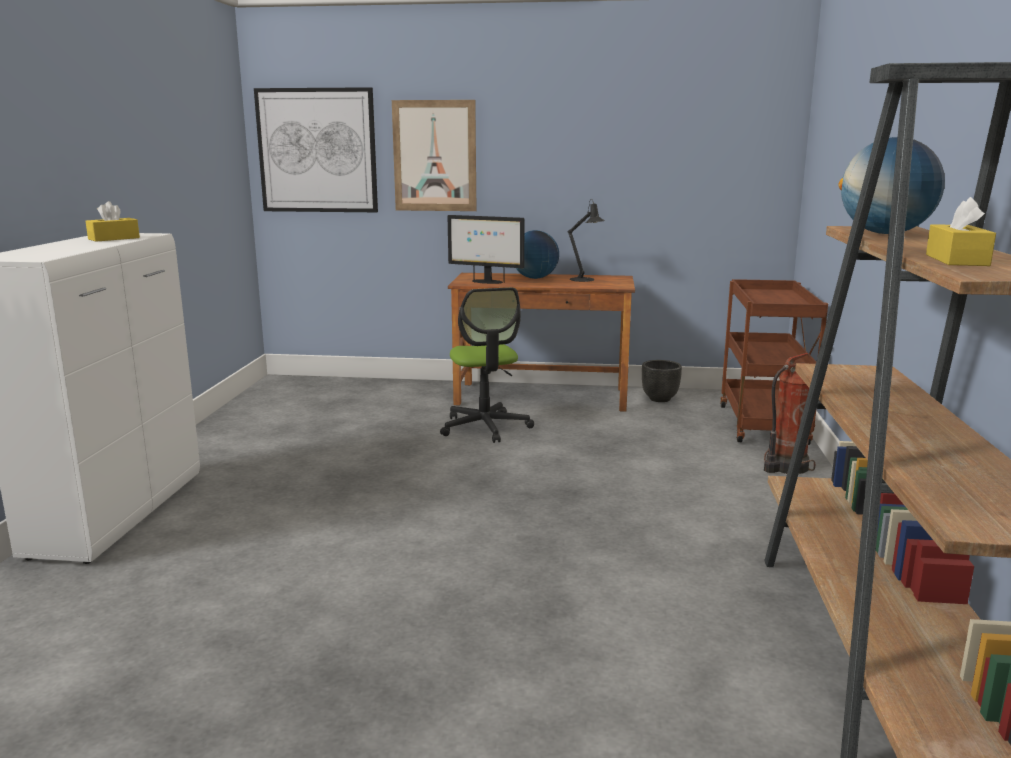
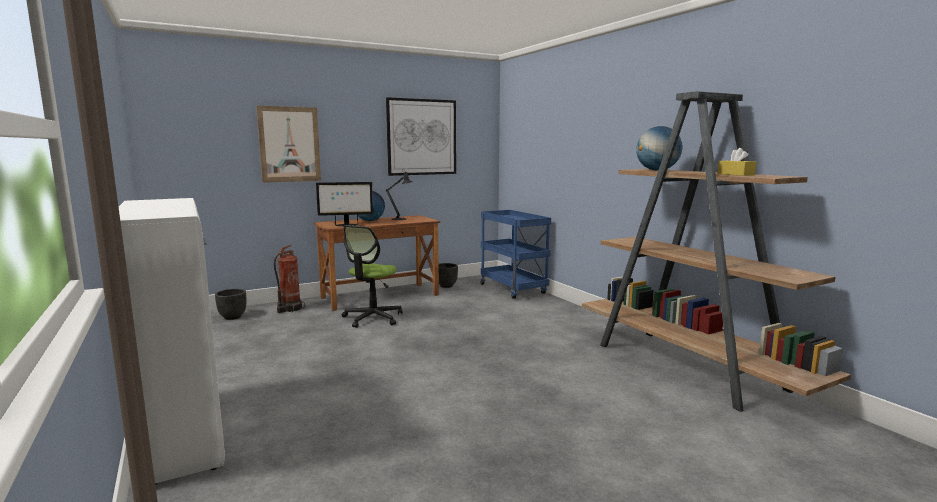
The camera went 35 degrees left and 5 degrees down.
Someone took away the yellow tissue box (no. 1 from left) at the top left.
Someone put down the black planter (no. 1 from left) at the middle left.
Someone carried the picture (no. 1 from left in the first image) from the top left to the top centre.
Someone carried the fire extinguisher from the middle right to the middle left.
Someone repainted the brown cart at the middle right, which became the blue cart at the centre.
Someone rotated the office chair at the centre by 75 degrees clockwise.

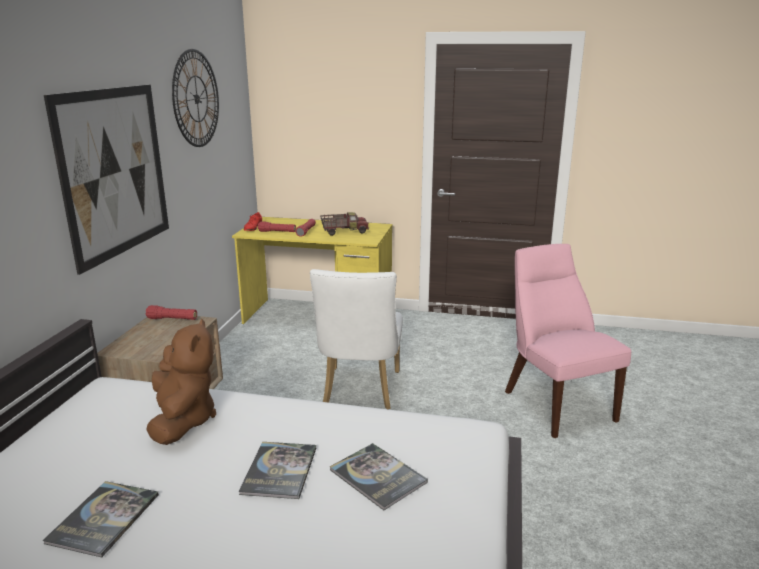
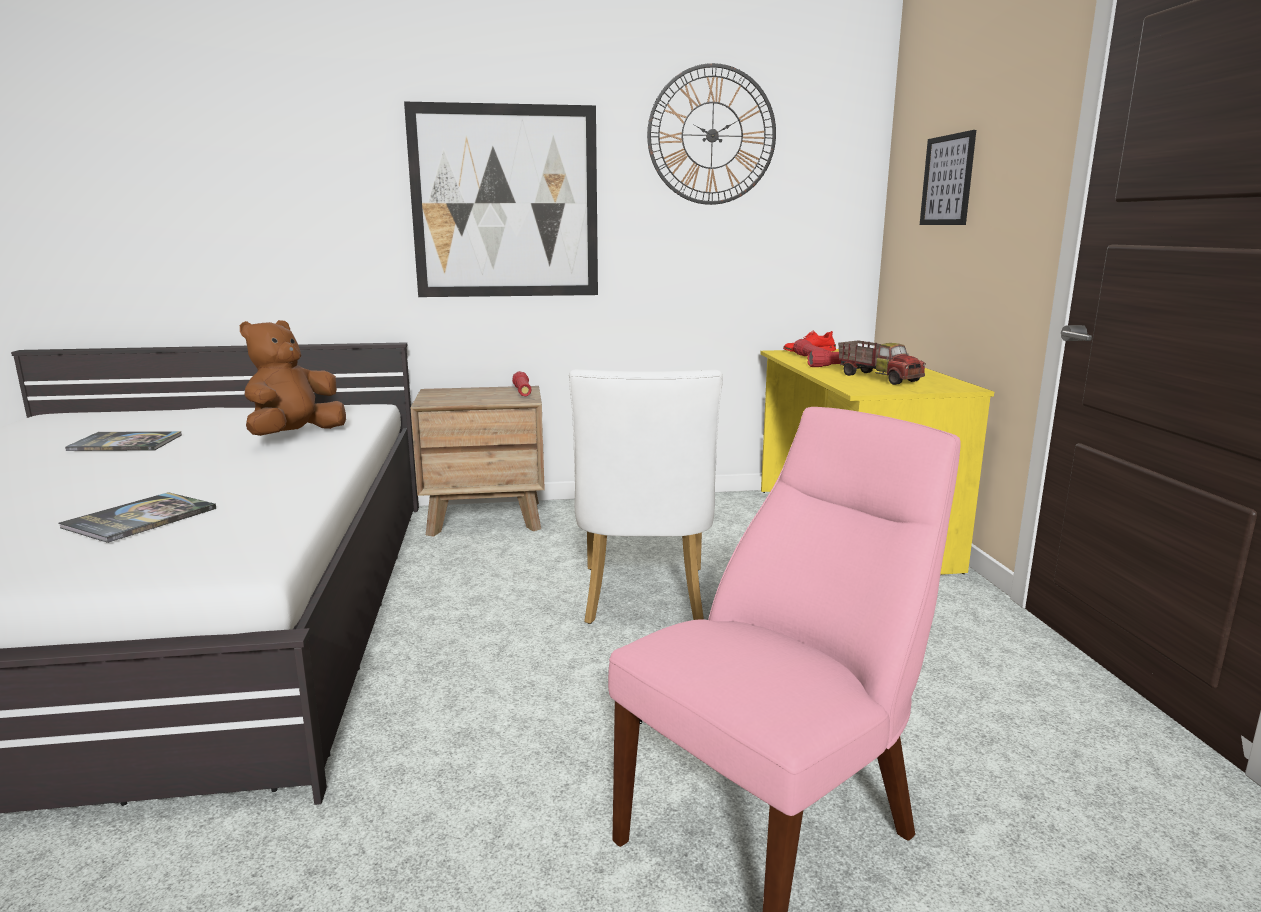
The camera went 70 degrees right and 5 degrees down.
Someone took away the book (no. 2 from left) at the bottom centre.
Someone put up the picture (no. 2 from left) at the top right.
Someone rotated the brown plush toy at the bottom left by 150 degrees clockwise.
Someone rotated the white chair at the centre by 75 degrees counterclockwise.

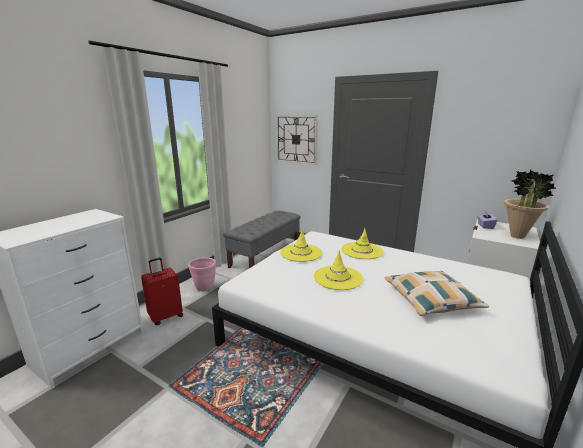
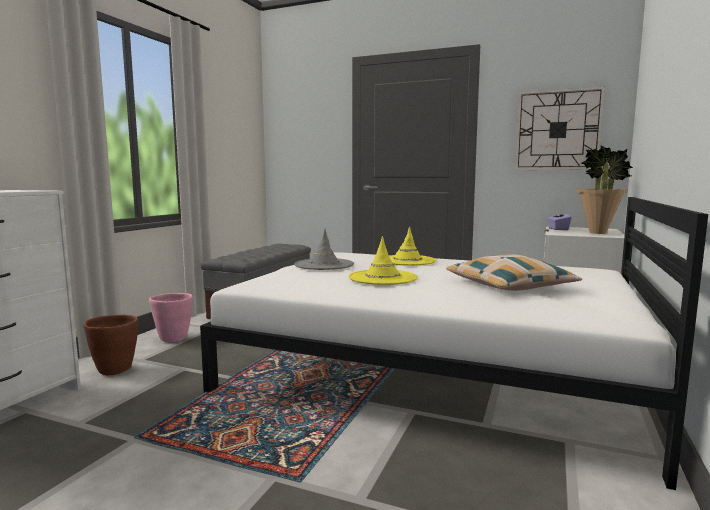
The camera went 10 degrees left and 10 degrees down.
Someone carried the wall clock from the top centre to the top right.
Someone swapped the red suitcase at the middle left for the brown planter at the bottom left.
Someone repainted the yellow hat (no. 1 from left) at the centre, which became the grey hat at the centre.

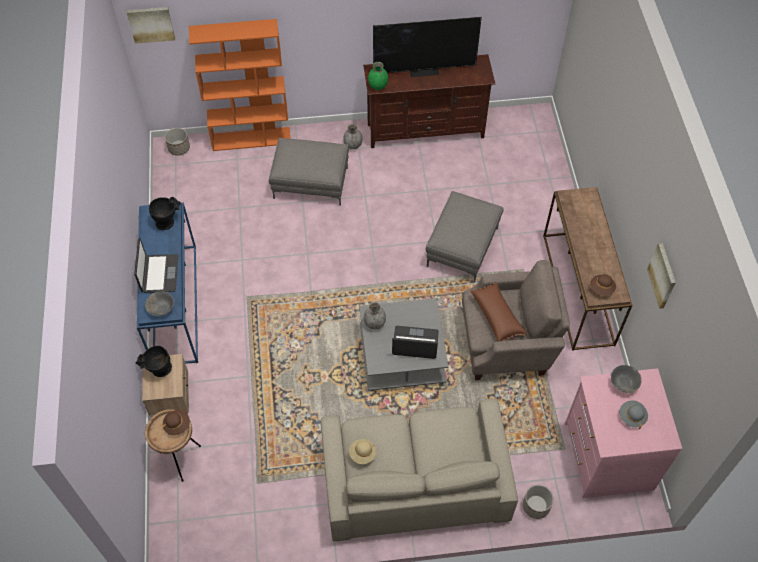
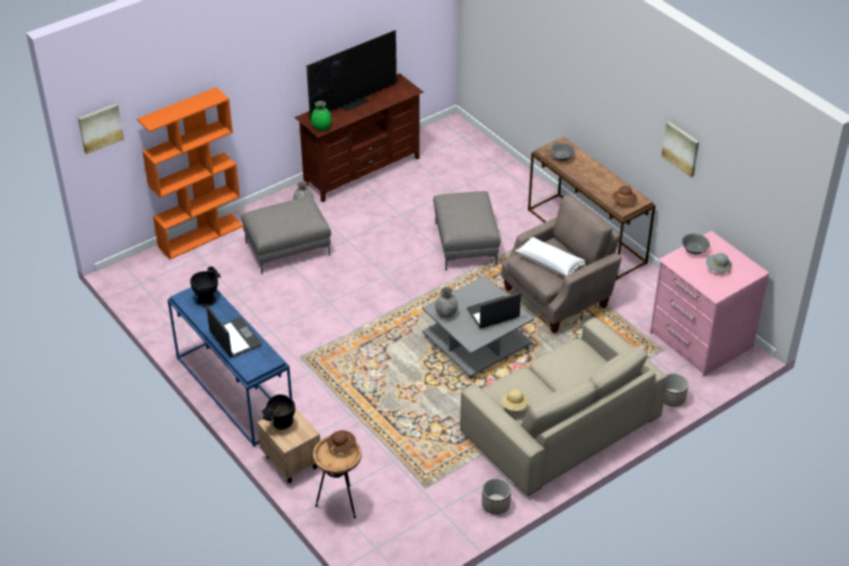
The camera went 30 degrees left and 15 degrees down.
Someone carried the grey bowl (no. 1 from left) from the middle left to the top centre.
Someone carried the planter (no. 1 from left) from the top left to the bottom centre.
Someone repainted the brown pillow at the centre, which became the white pillow at the centre.

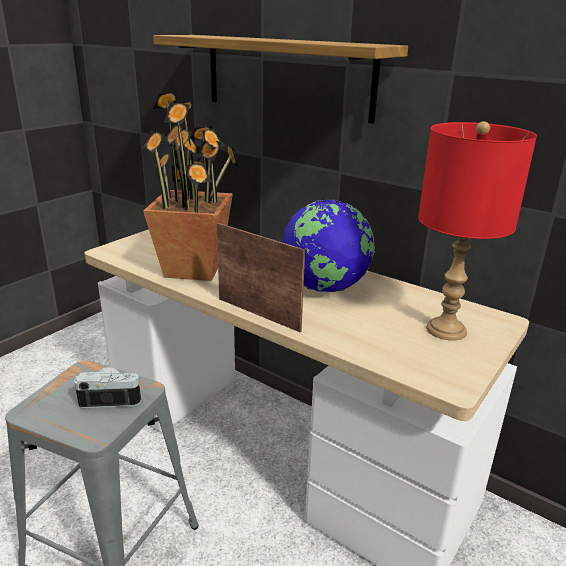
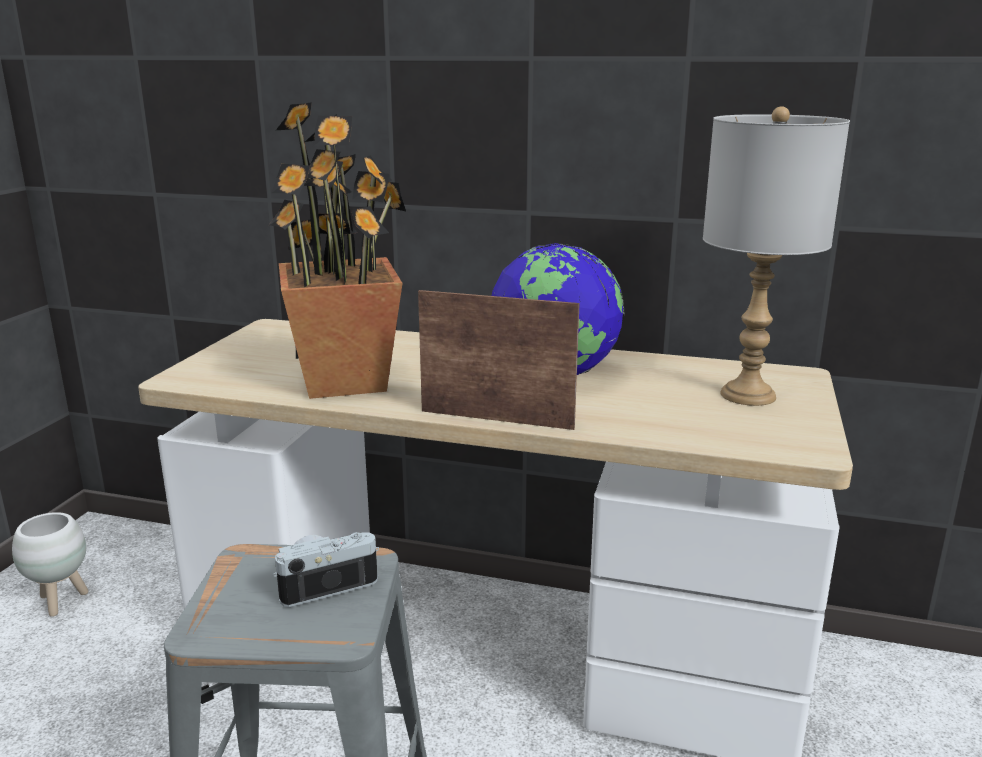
The camera went 20 degrees left and 5 degrees down.
Someone took away the shelf at the top centre.
Someone put down the white planter at the bottom left.
Someone repainted the red table lamp at the middle right, which became the grey table lamp at the middle right.

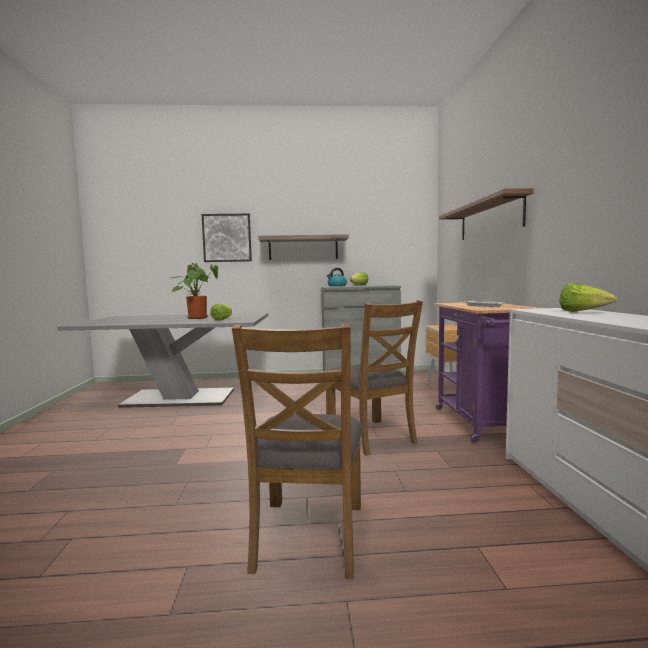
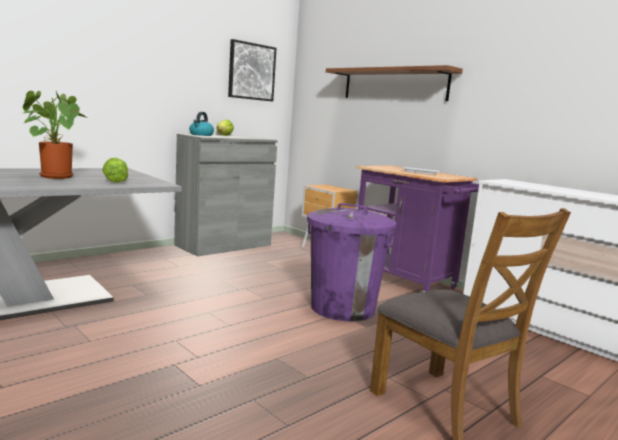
The camera went 40 degrees left and 5 degrees up.
Someone took away the shelf (no. 1 from left) at the centre.
Someone took away the lettuce (no. 3 from left) at the middle right.
Someone carried the picture from the centre to the top centre.
Someone swapped the brown chair (no. 2 from left) at the centre for the purple trash can at the centre.

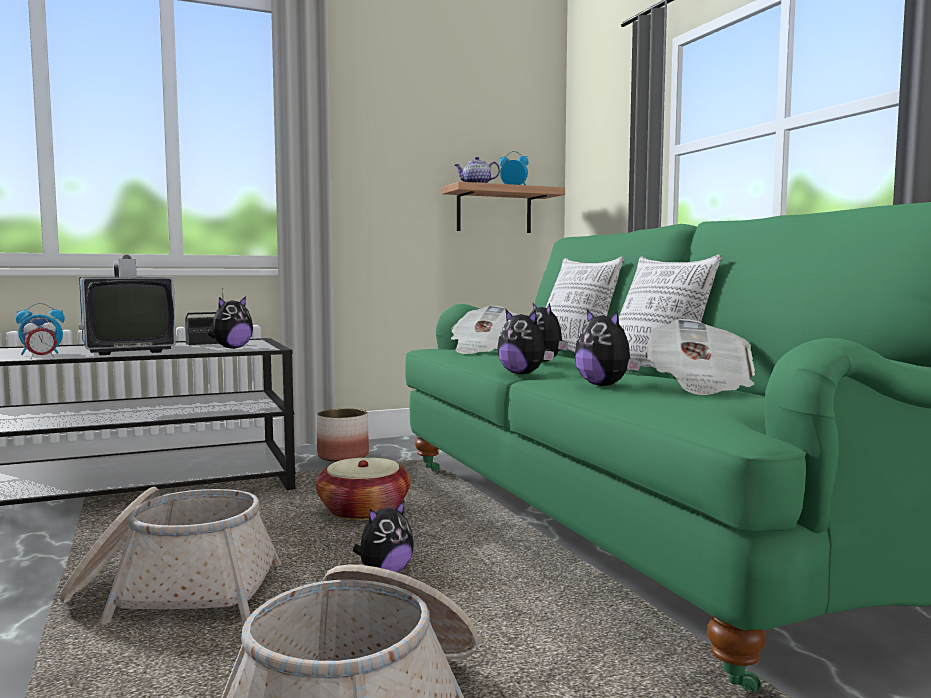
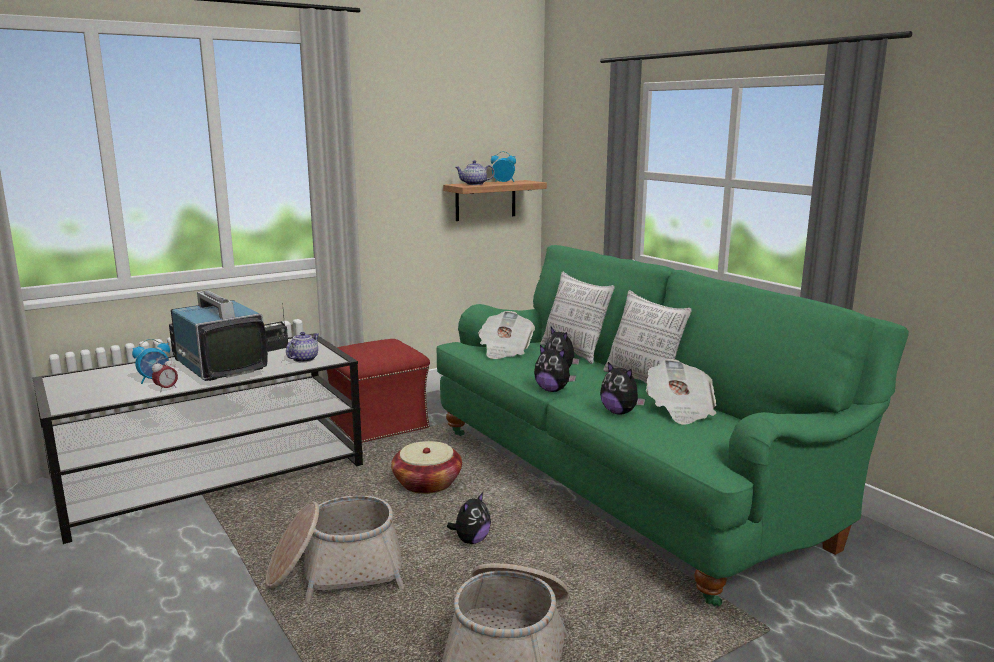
The camera went 10 degrees left and 10 degrees up.
Someone swapped the plush toy (no. 1 from left) at the middle left for the teapot (no. 1 from left) at the middle left.
Someone swapped the planter at the centre for the red ottoman at the centre.

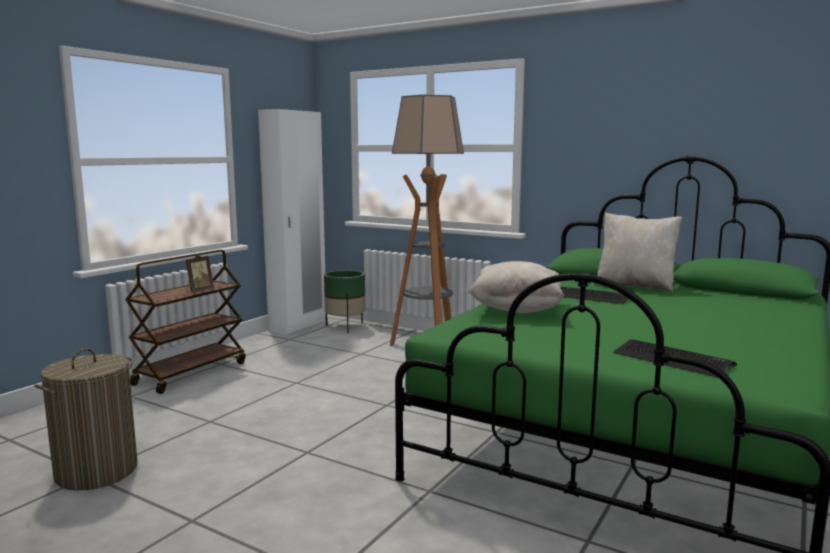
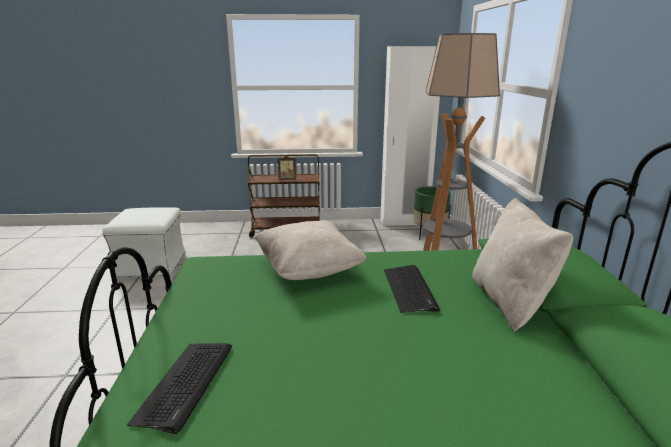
The camera went 55 degrees right and 10 degrees up.
Someone swapped the laundry basket at the bottom left for the white ottoman at the middle left.

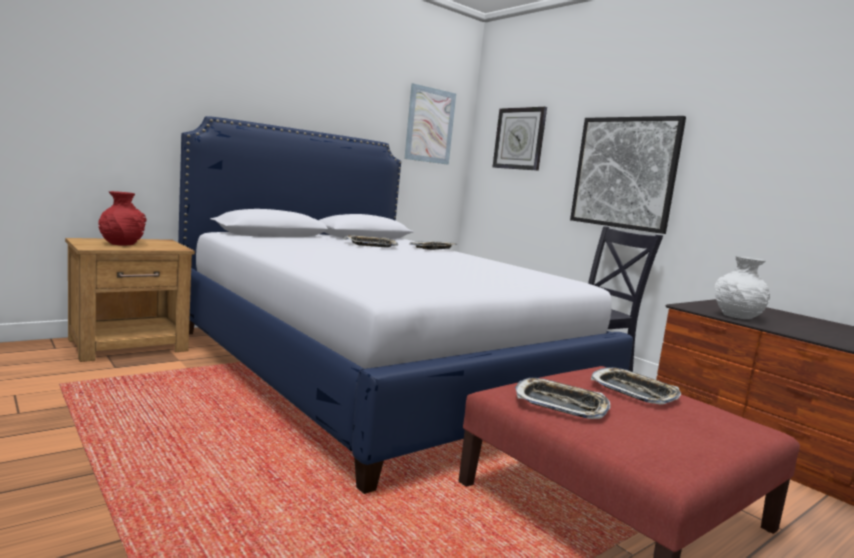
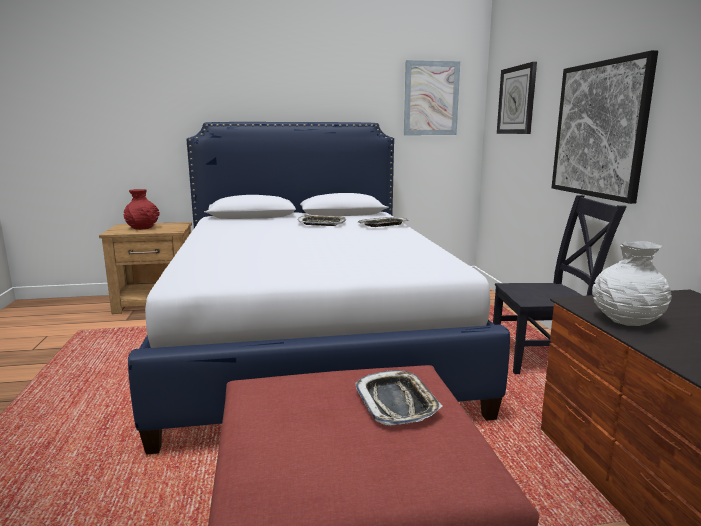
The camera went 30 degrees right and 5 degrees up.
Someone took away the tray (no. 3 from left) at the bottom centre.

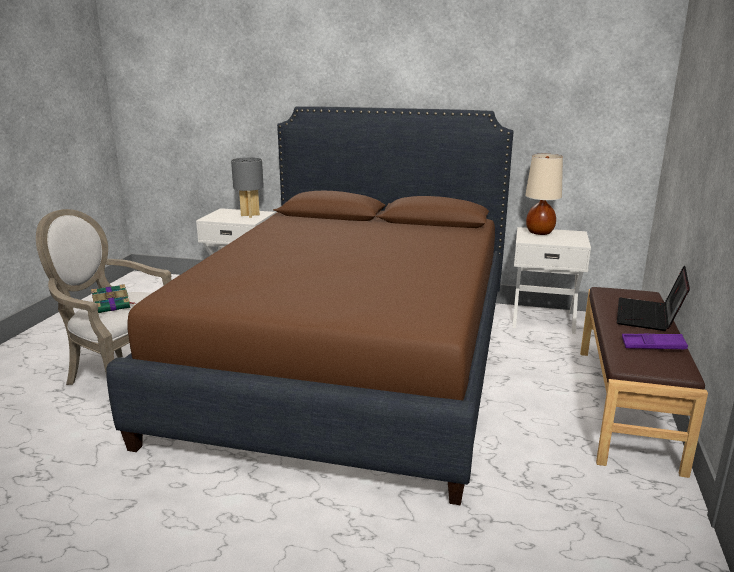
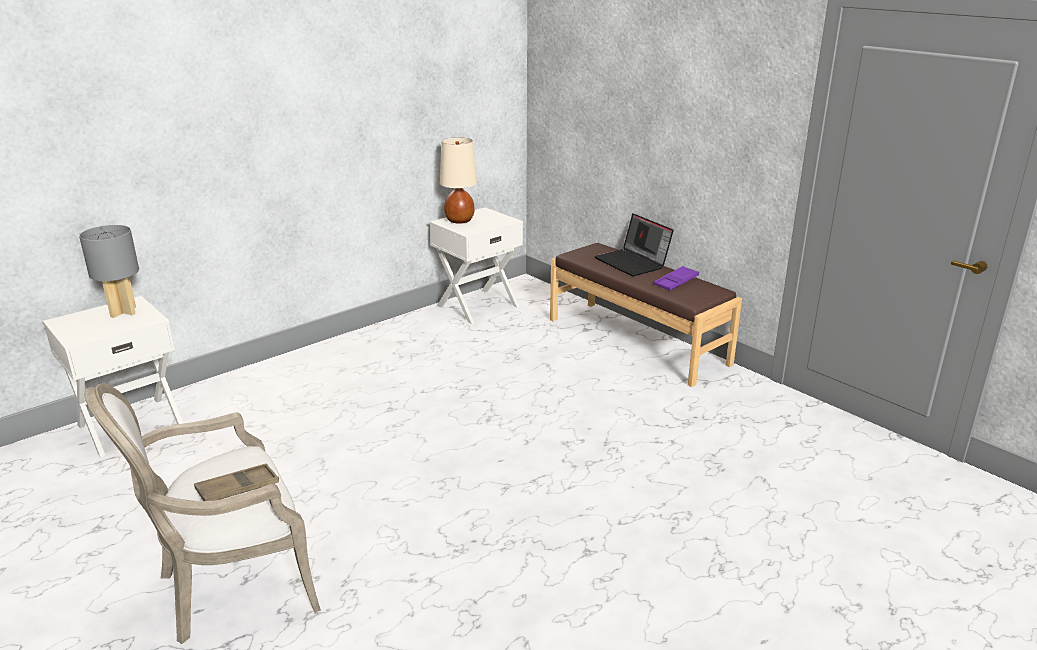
The camera went 55 degrees left and 5 degrees up.
Someone took away the brown bed at the centre.
Someone swapped the book at the middle left for the brown tray at the bottom left.

